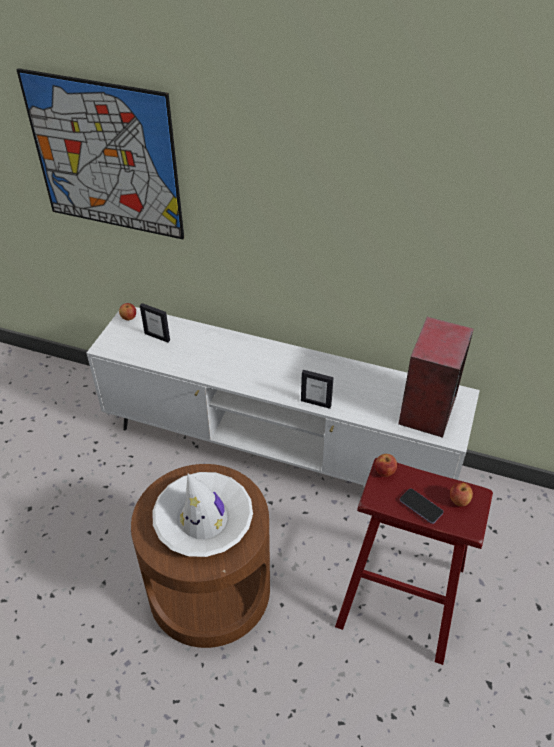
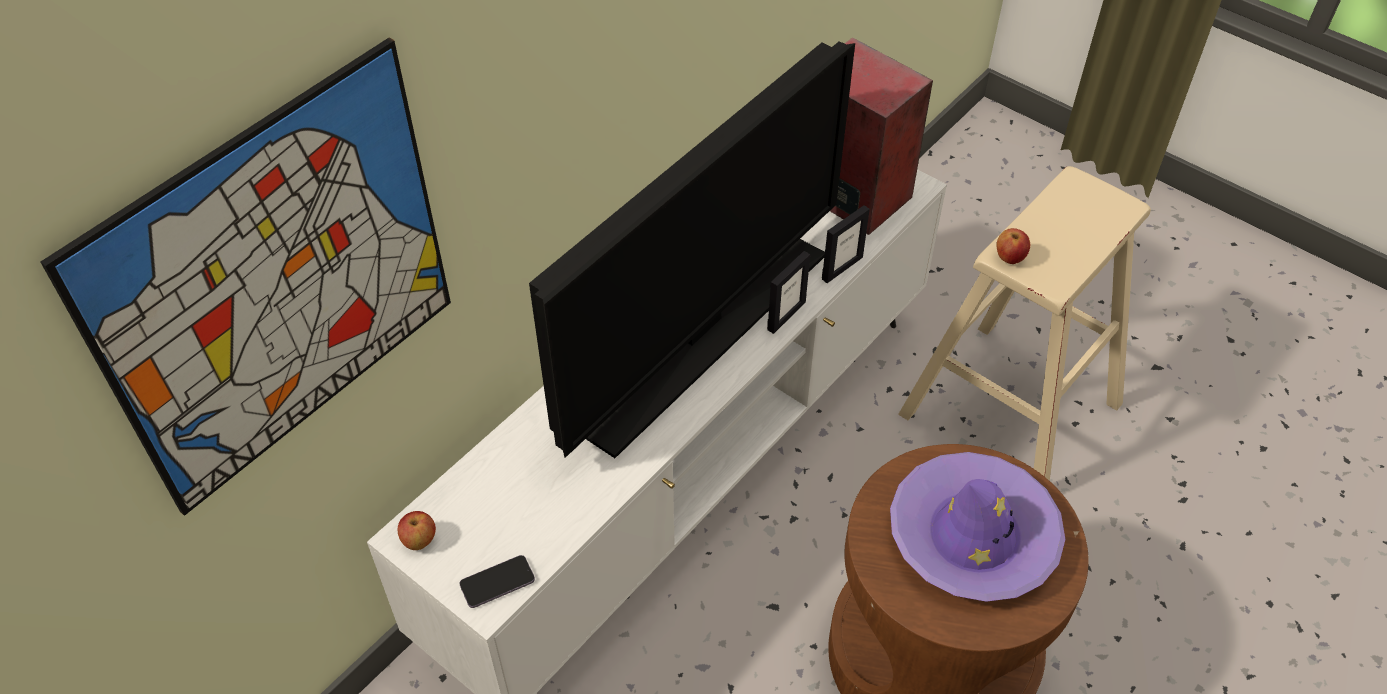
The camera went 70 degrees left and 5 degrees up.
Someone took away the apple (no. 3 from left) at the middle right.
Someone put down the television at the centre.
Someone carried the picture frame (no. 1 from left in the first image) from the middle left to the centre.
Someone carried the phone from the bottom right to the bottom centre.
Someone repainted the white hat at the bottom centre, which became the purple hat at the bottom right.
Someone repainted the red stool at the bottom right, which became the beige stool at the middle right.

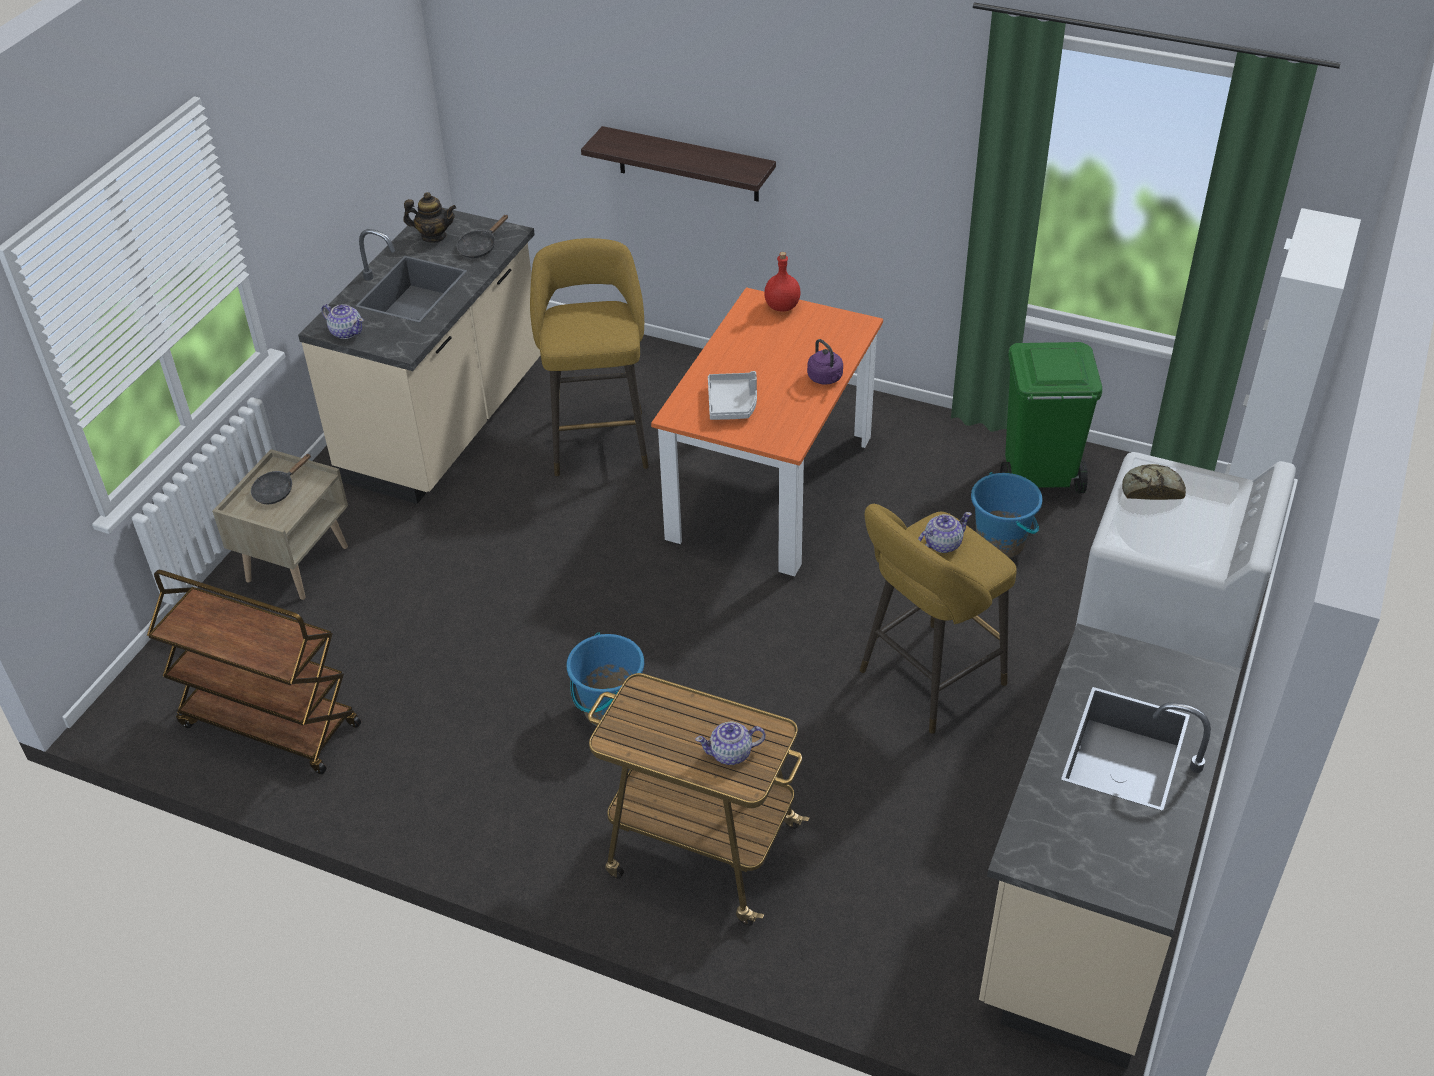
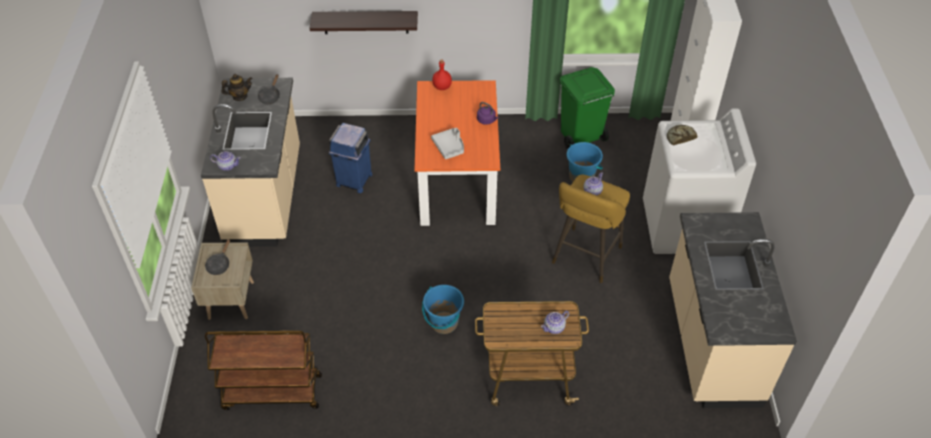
The camera went 25 degrees left and 5 degrees up.
Someone swapped the yellow stool (no. 1 from left) at the top centre for the blue trash can at the centre.

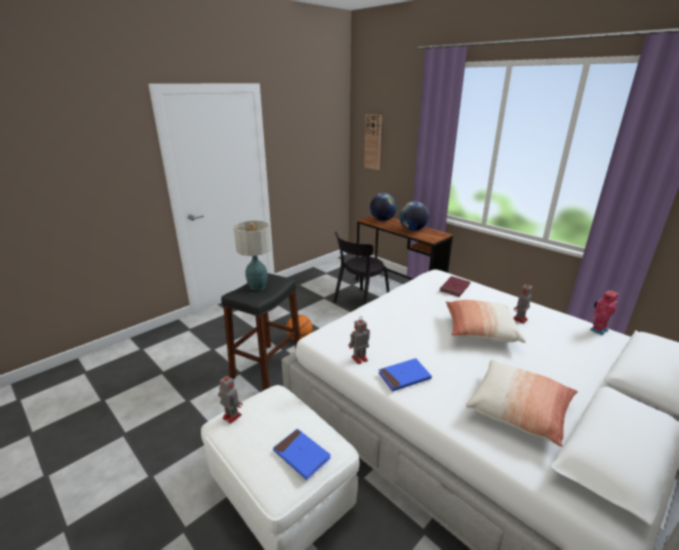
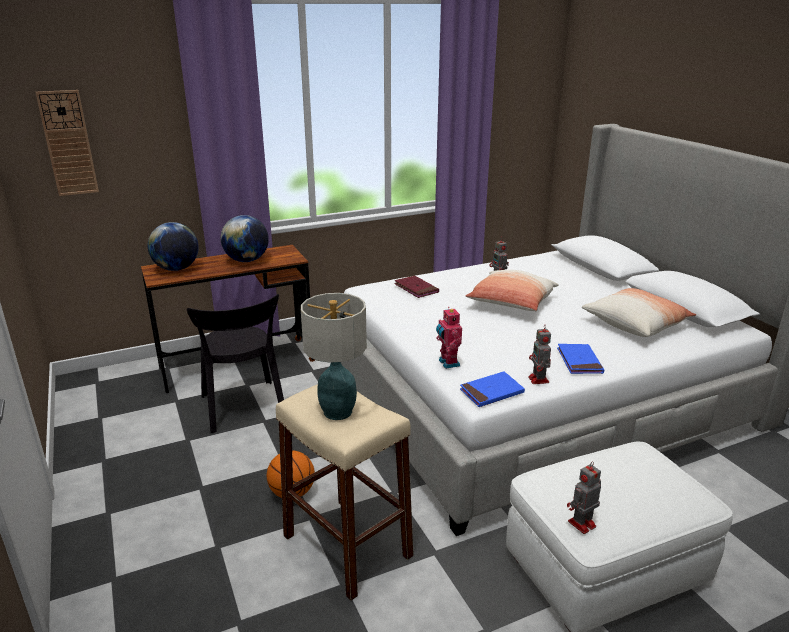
The camera went 70 degrees left and 0 degrees up.
Someone carried the blue book (no. 1 from left) from the bottom centre to the centre.
Someone carried the toy robot (no. 4 from left in the first image) from the middle right to the centre.
Someone repainted the black stool at the centre, which became the beige stool at the bottom centre.

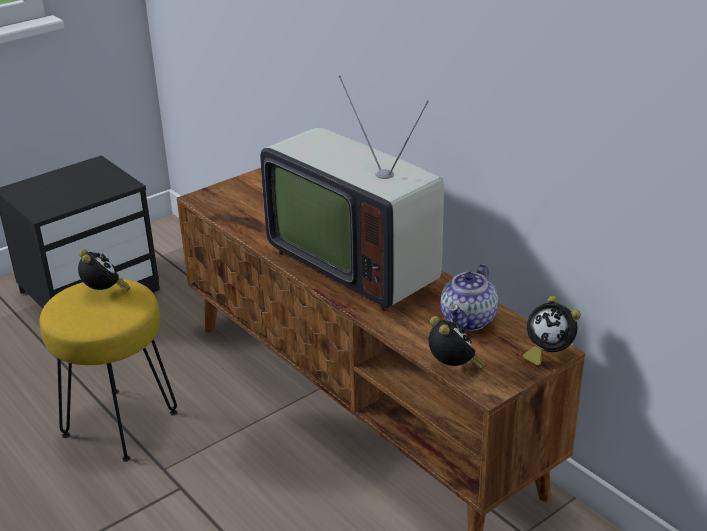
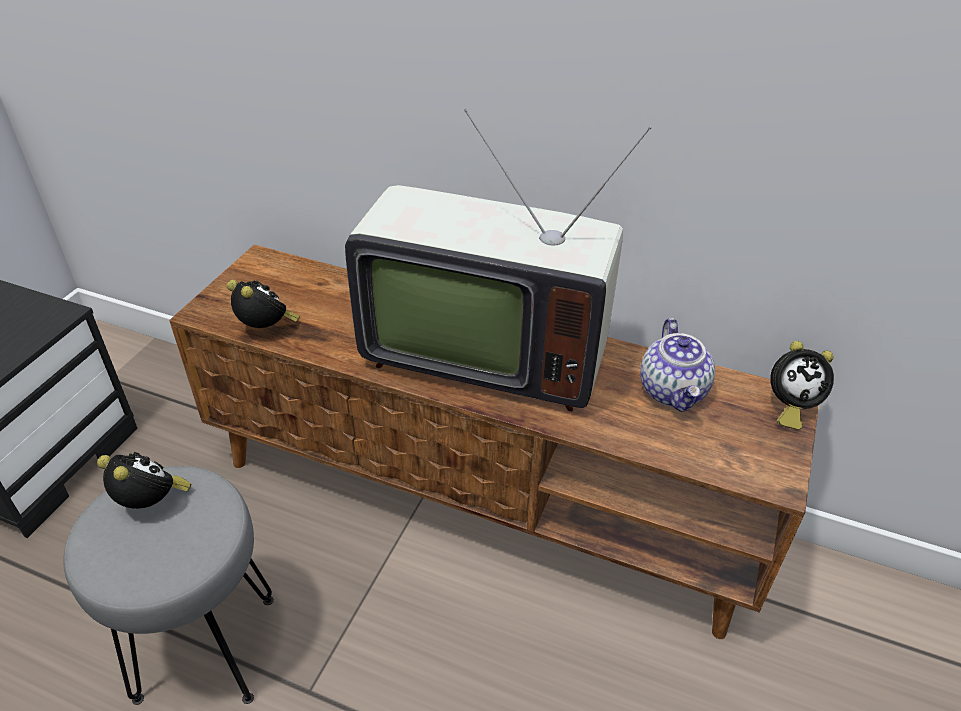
The camera went 30 degrees left and 10 degrees up.
Someone carried the alarm clock (no. 2 from left) from the centre to the middle left.
Someone repainted the yellow stool at the bottom left, which became the grey stool at the bottom left.

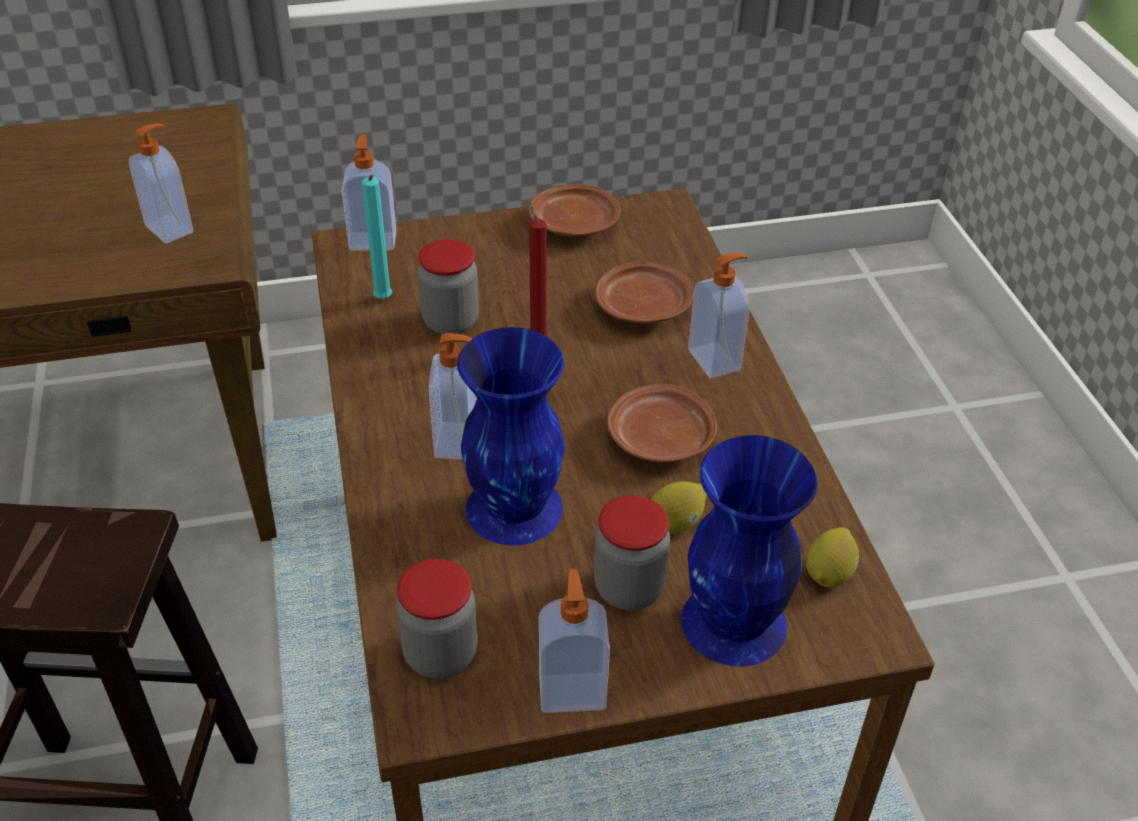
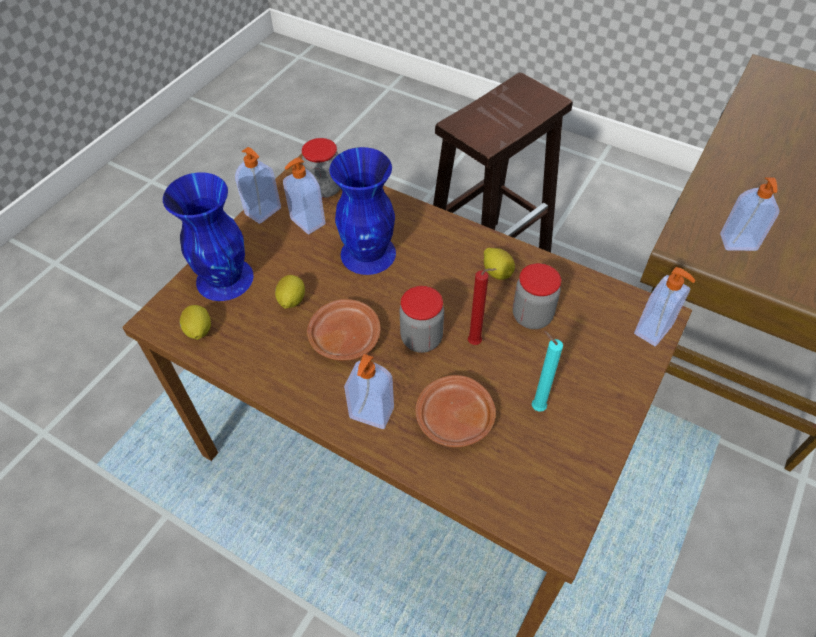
The camera went 135 degrees right and 10 degrees up.
Someone took away the brown plate (no. 1 from left) at the top centre.
Someone put down the lemon (no. 3 from left) at the centre.
Someone carried the turquoise candle from the top left to the middle right.
Someone carried the soap dispenser (no. 3 from left in the first image) from the centre to the top centre.
Someone carried the jar (no. 3 from left in the first image) from the bottom centre to the centre.

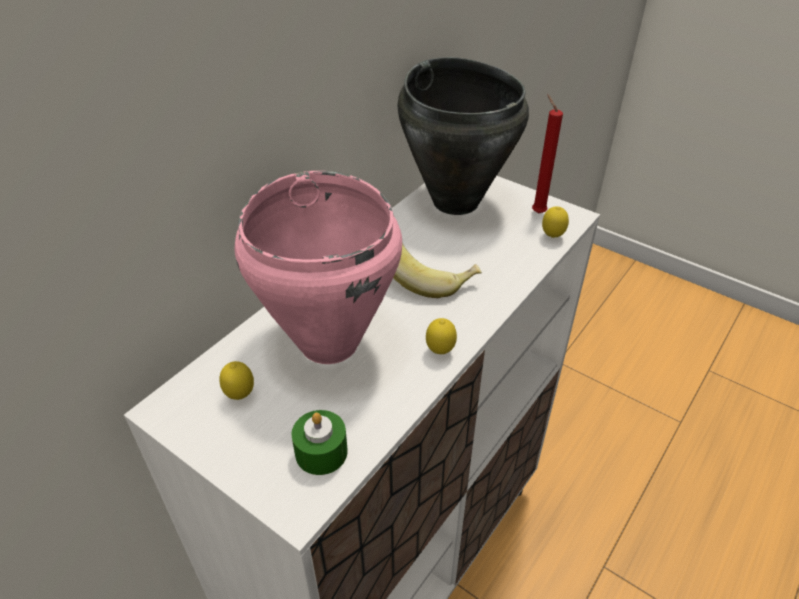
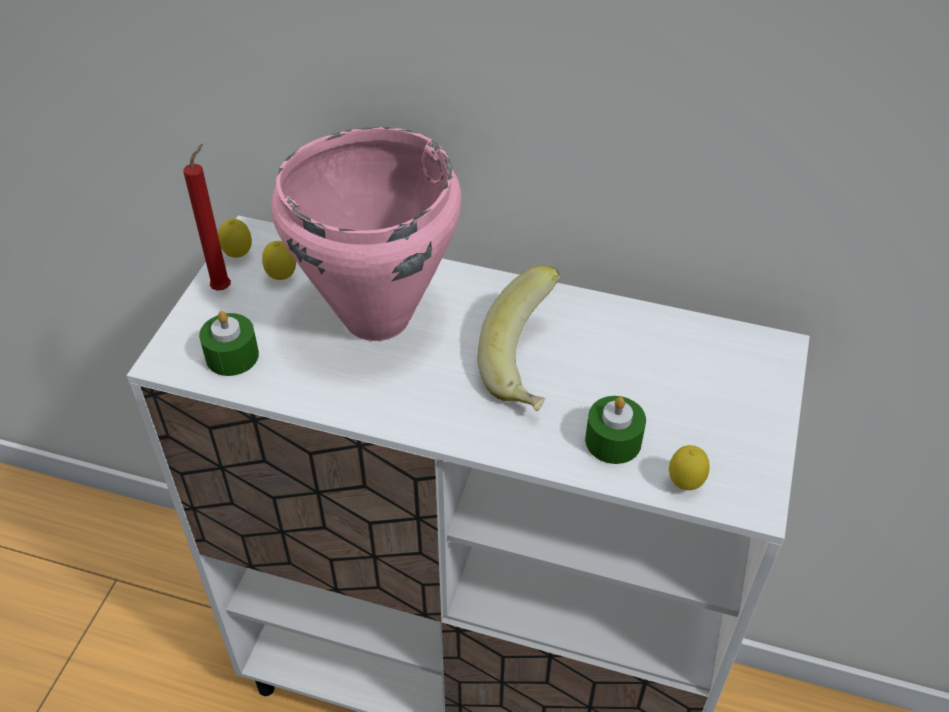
The camera went 70 degrees right and 5 degrees up.
Someone took away the black cooking pot at the top centre.
Someone put down the green candle (no. 2 from left) at the centre.
Someone carried the lemon (no. 2 from left in the first image) from the centre to the middle left.
Someone carried the red candle from the top right to the top left.

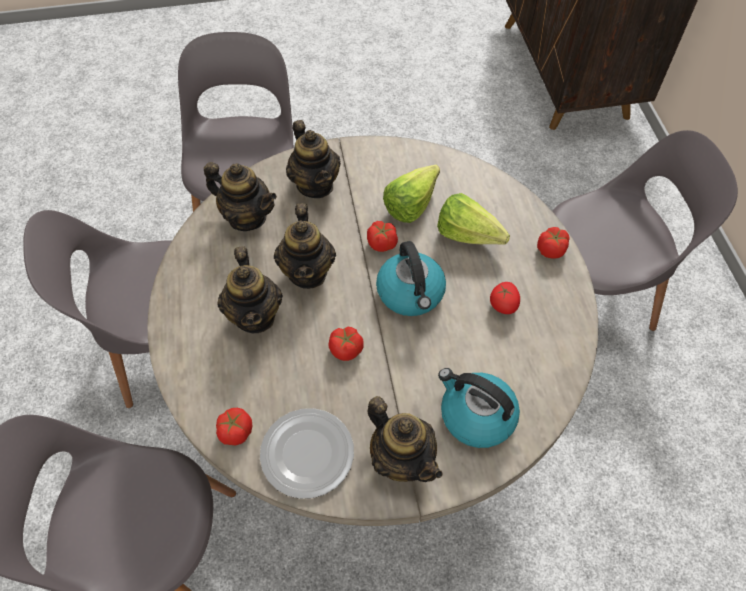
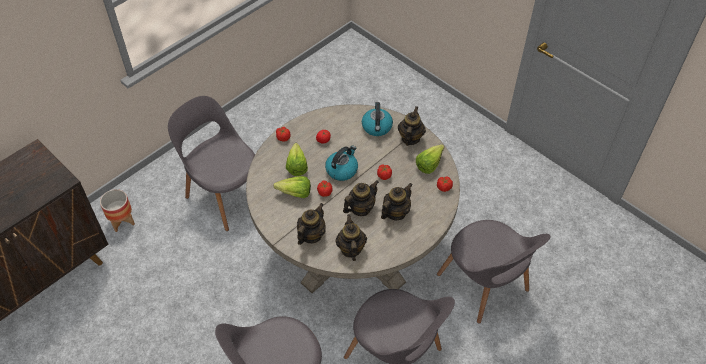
The camera went 125 degrees left and 5 degrees down.
Someone put down the planter at the middle left.
Someone swapped the plate at the bottom centre for the lettuce (no. 3 from left) at the centre.

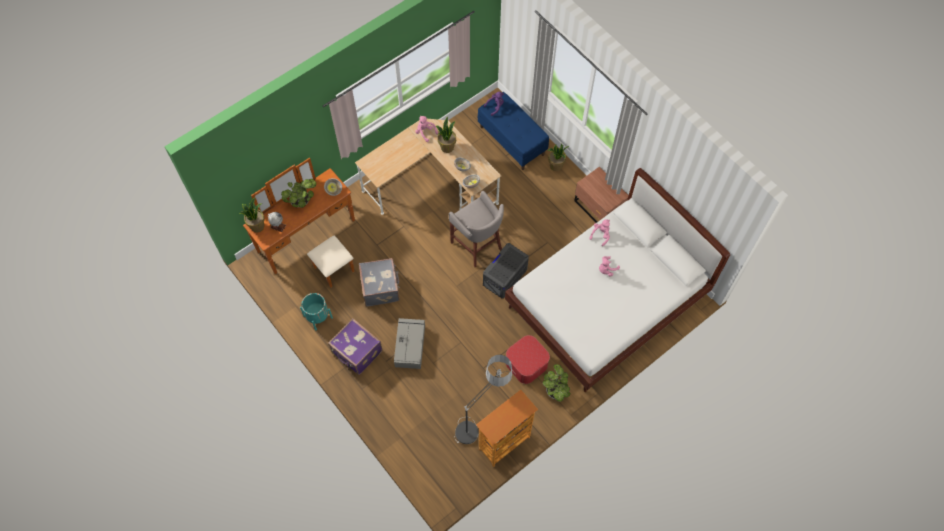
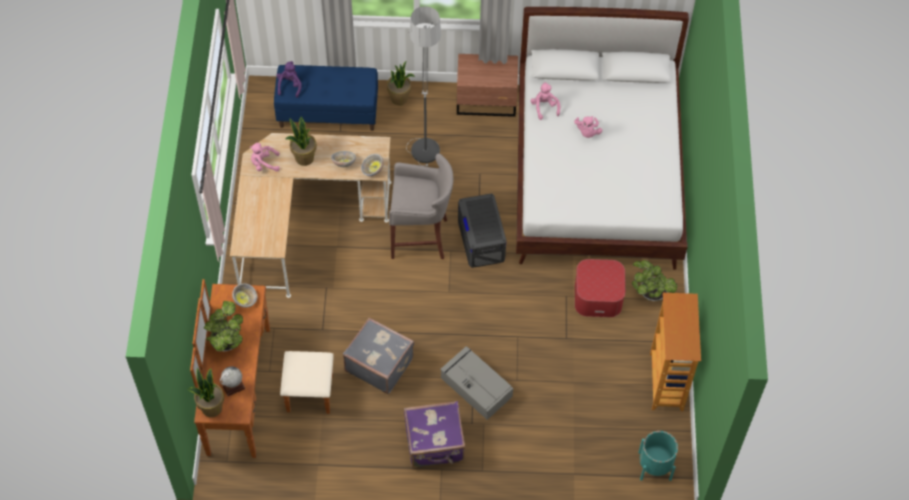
The camera went 50 degrees left and 5 degrees down.
Someone carried the turquoise planter from the centre to the bottom right.
Someone carried the floor lamp from the bottom centre to the top centre.

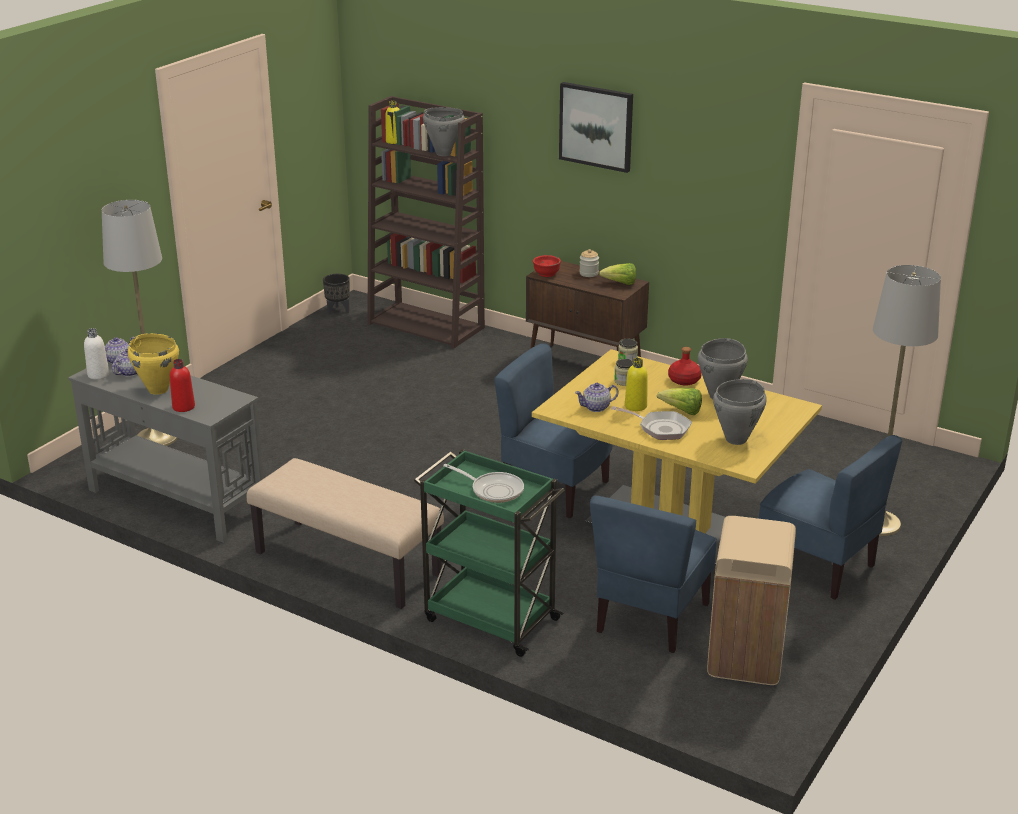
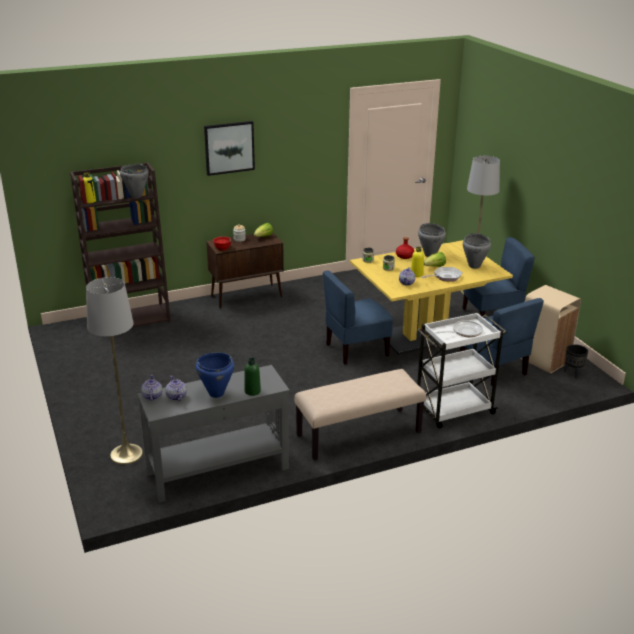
The camera went 55 degrees left and 0 degrees up.
Someone took away the white bottle at the middle left.
Someone carried the black planter from the middle left to the middle right.
Someone repainted the yellow cooking pot at the middle left, which became the blue cooking pot at the centre.
Someone repainted the red bottle (no. 1 from left) at the middle left, which became the green bottle at the centre.
Someone repainted the green cart at the bottom centre, which became the white cart at the middle right.

